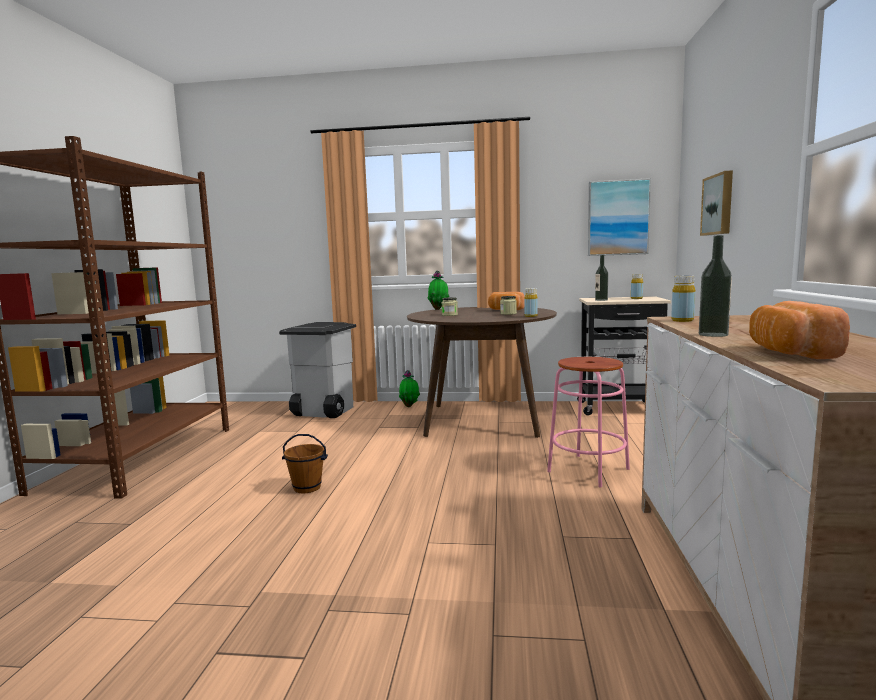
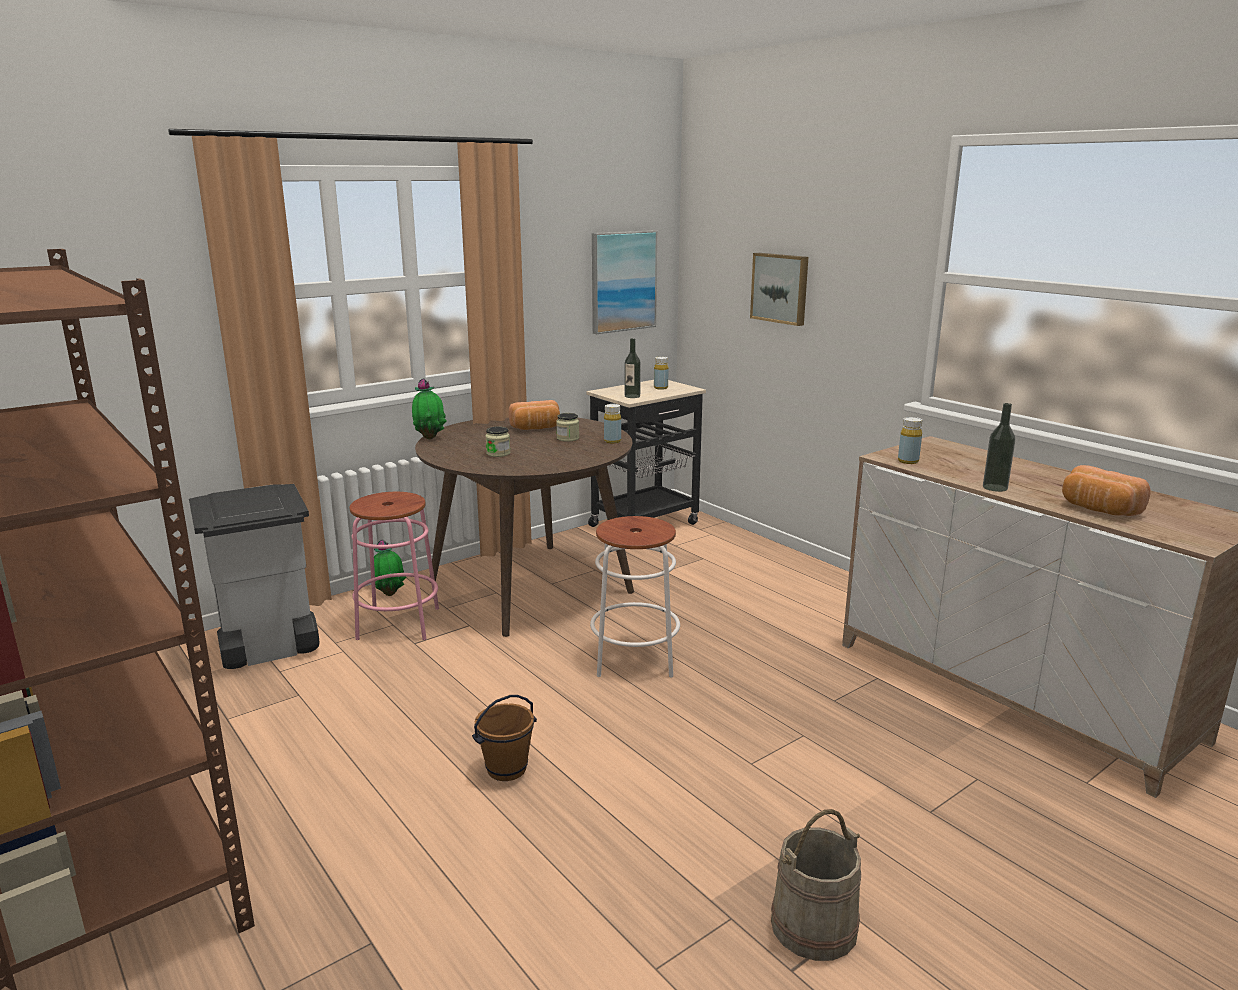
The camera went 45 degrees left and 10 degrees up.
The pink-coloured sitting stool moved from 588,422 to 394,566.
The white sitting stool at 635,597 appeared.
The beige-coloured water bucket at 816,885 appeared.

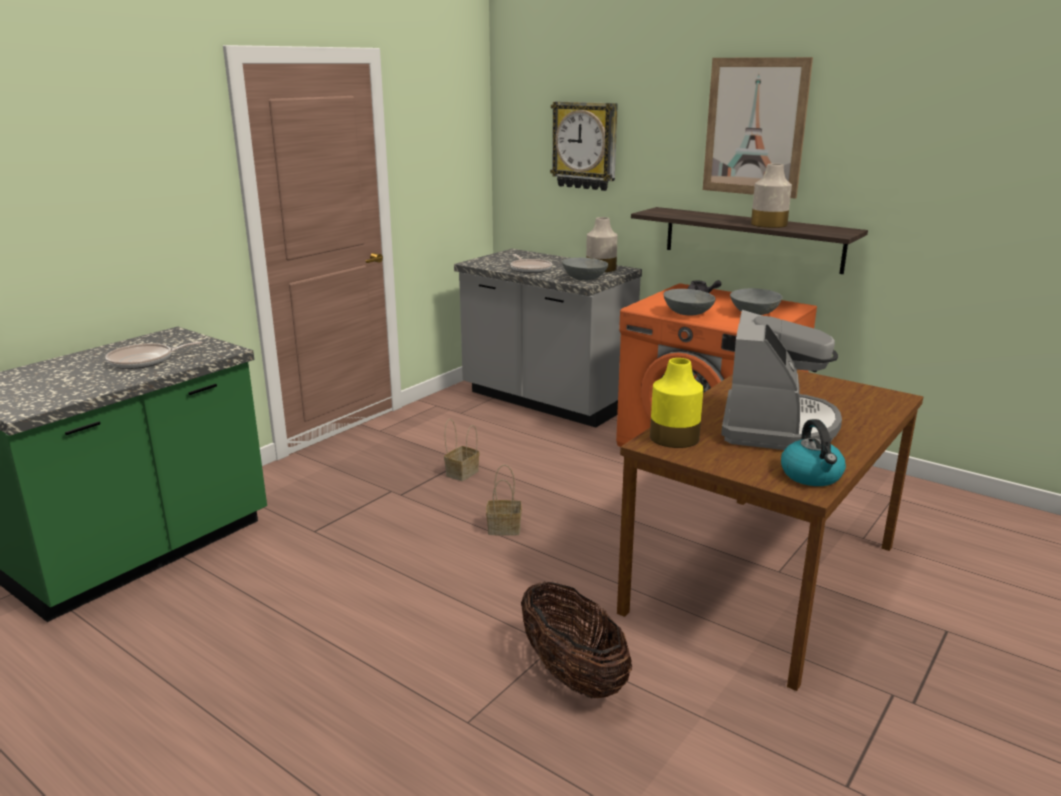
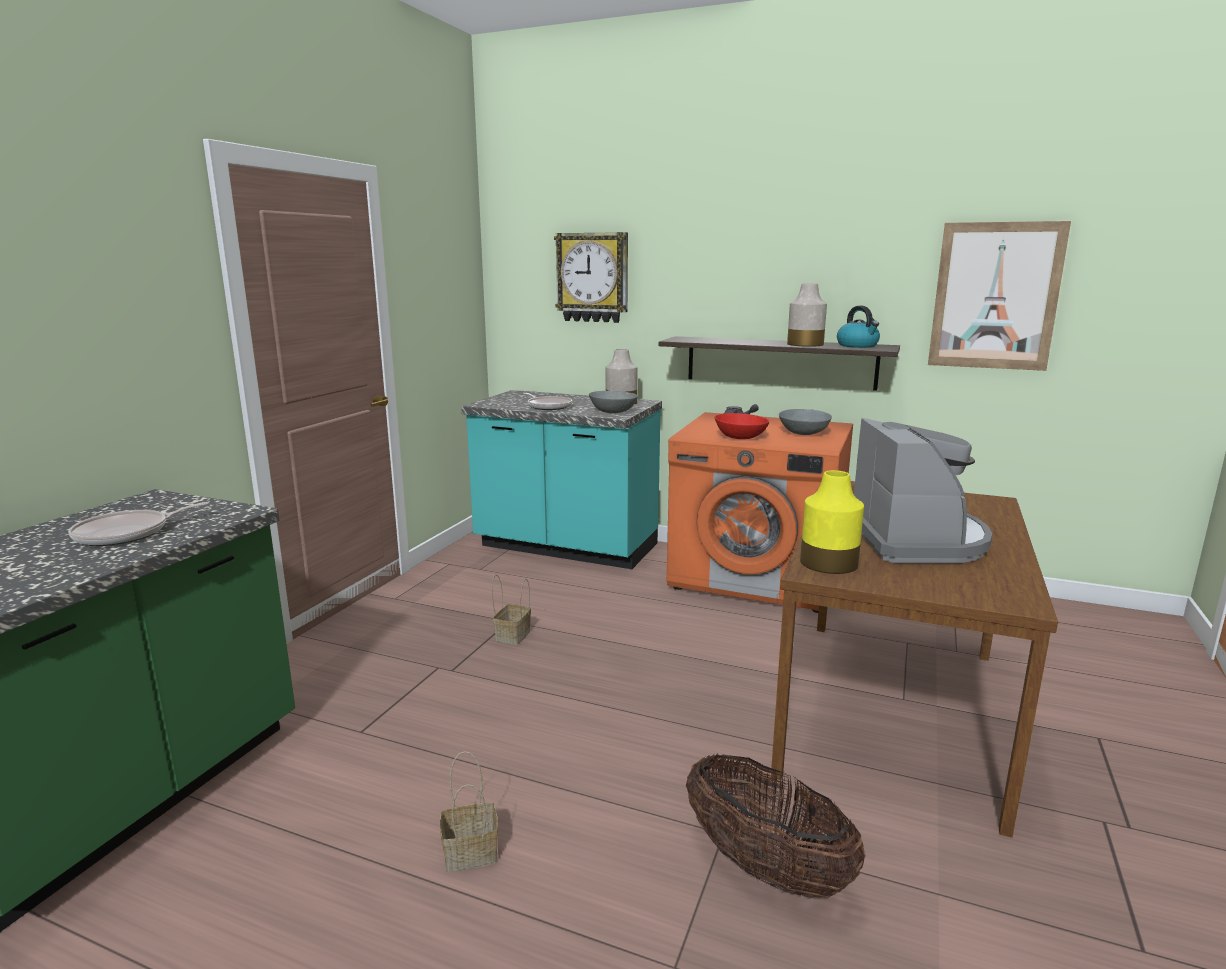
The camera went 15 degrees left and 5 degrees down.
The greyish kitchen base unit at 548,338 became the turquoise kitchen base unit at 561,479.
The household basket moved from 504,500 to 469,811.
The greyish serving bowl at 689,302 became the red serving bowl at 742,426.
The picture moved from 758,128 to 999,296.
The water kettle moved from 813,452 to 858,327.

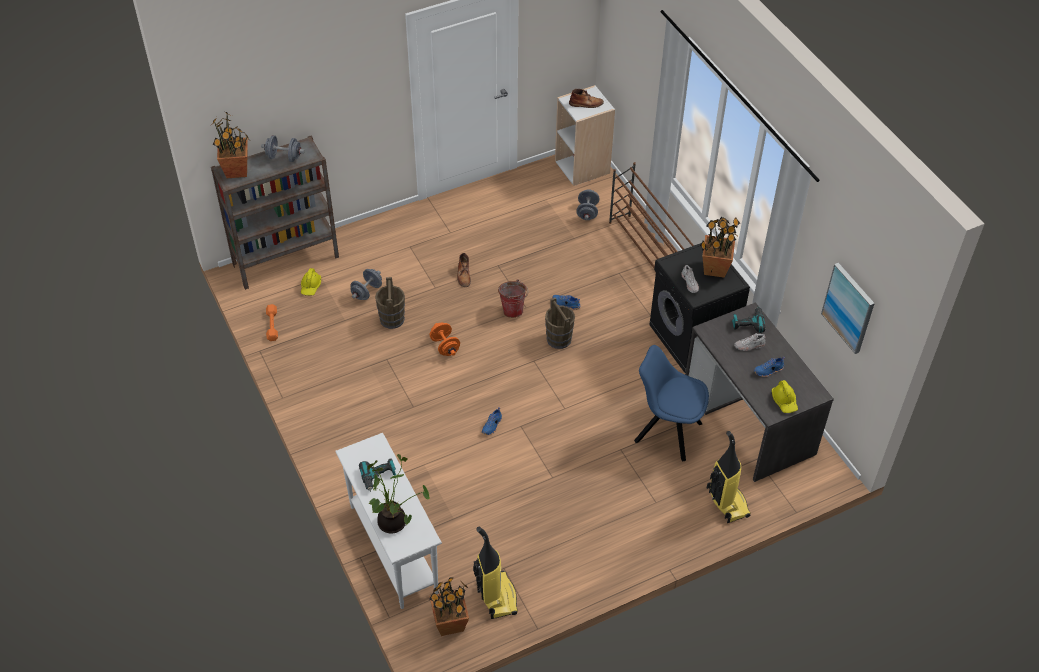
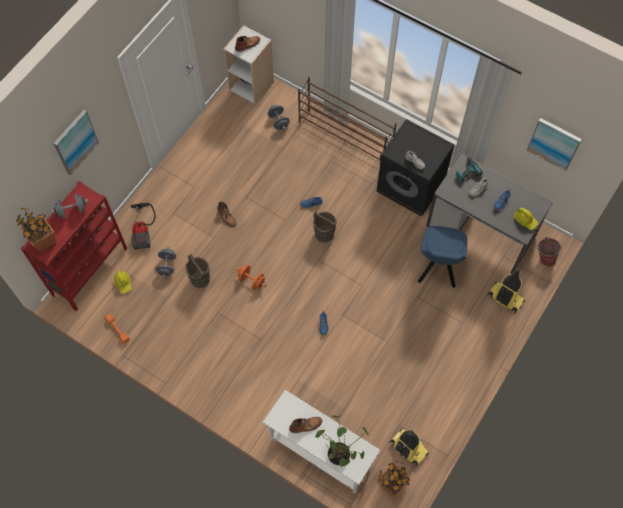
The camera went 30 degrees left and 15 degrees up.
The greyish bookshelf at 275,213 became the red bookshelf at 74,246.
The drill at 377,475 was replaced by the brown high-top boot at 305,425.
The water bucket moved from 513,299 to 550,252.
The blue-coloured upright chair at 671,403 turned 75 degrees counterclockwise.
The plant in a pot at 720,247 disappeared.
The picture at 76,142 appeared.
The vacuum at 143,226 appeared.

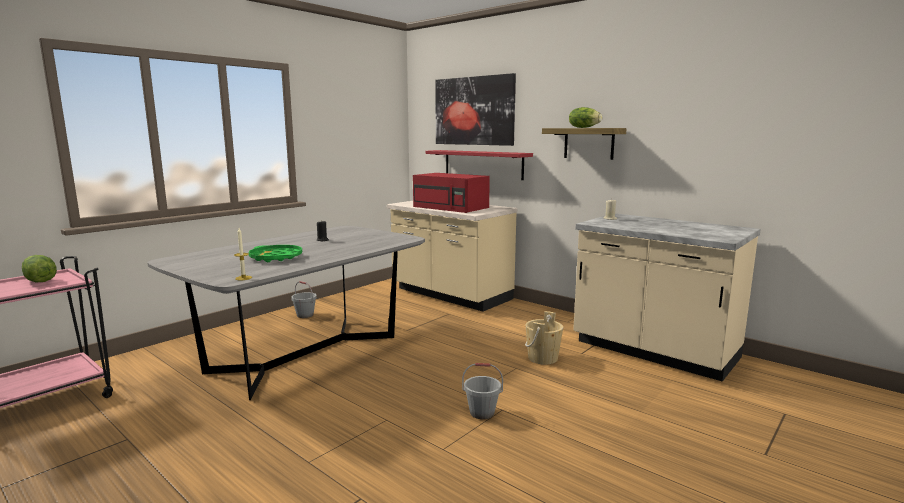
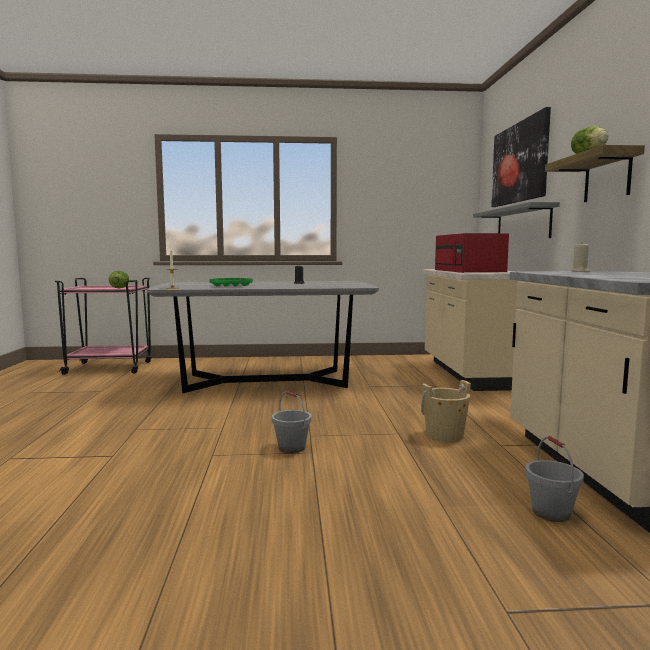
The camera went 45 degrees right and 5 degrees down.
The greyish water bucket moved from 304,299 to 554,479.
The red shelf at 479,165 became the greyish shelf at 516,220.

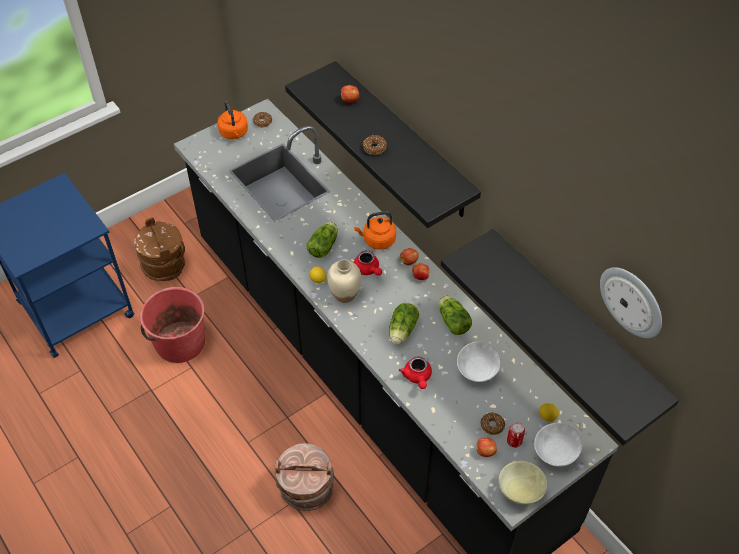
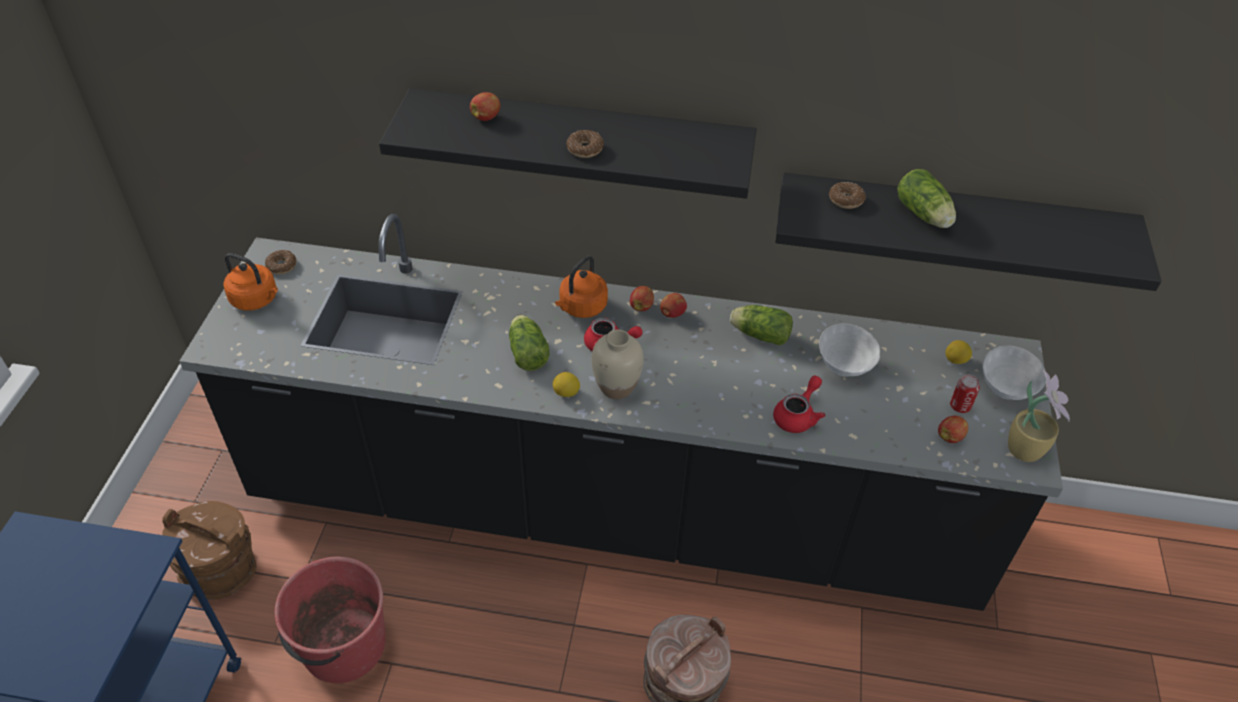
The camera went 45 degrees left and 5 degrees down.
The head of lettuce moved from 404,323 to 927,198.
The red pot for tea at 415,373 turned 90 degrees counterclockwise.
The doughnut moved from 492,424 to 847,195.
The beige-coloured serving bowl at 522,483 was replaced by the plant in a pot at 1039,416.
The wall clock at 631,302 disappeared.

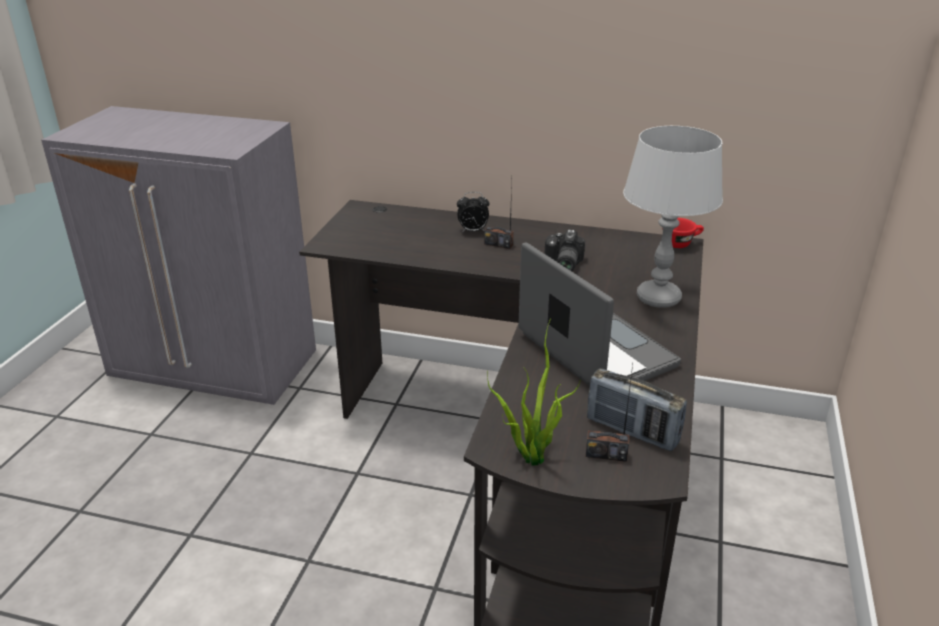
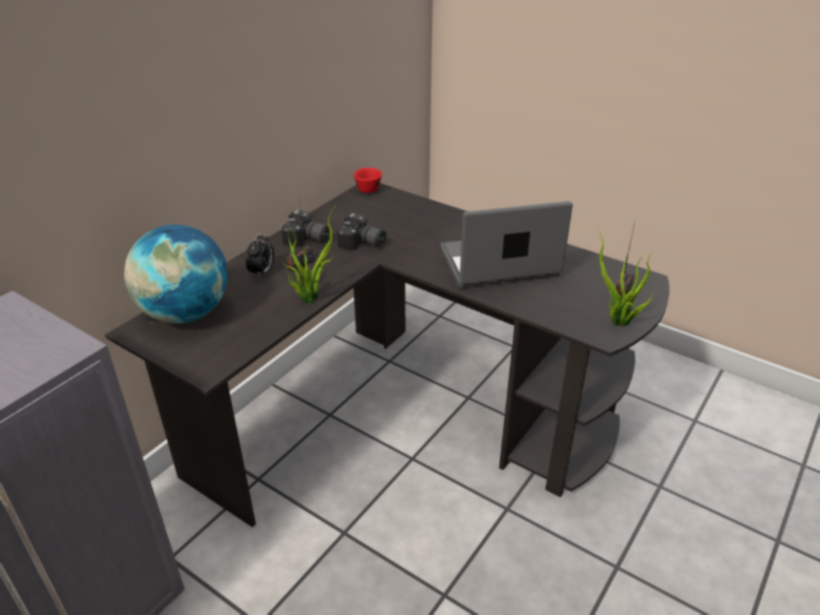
The camera went 70 degrees left and 5 degrees up.
The radio at 637,409 disappeared.
The greyish lamp for a table at 673,217 disappeared.
The desk globe at 176,274 appeared.
The plant in a pot at 309,254 appeared.
The photo camera at 306,228 appeared.

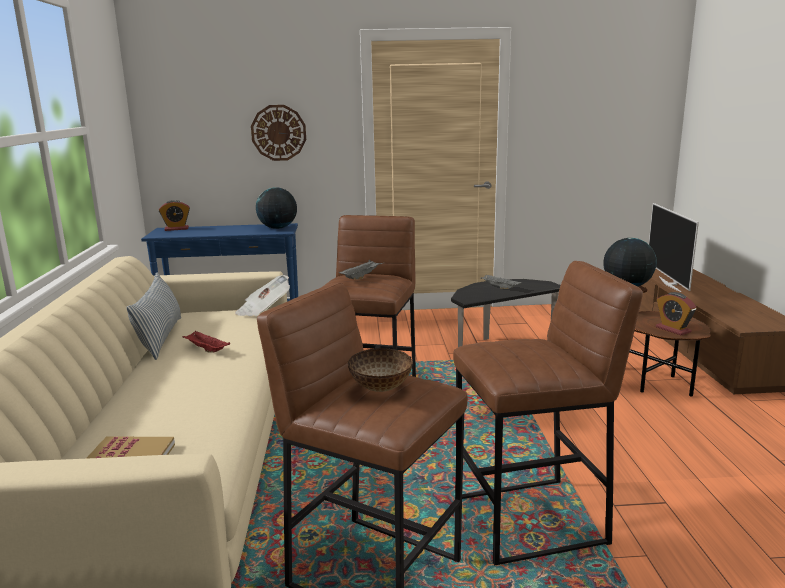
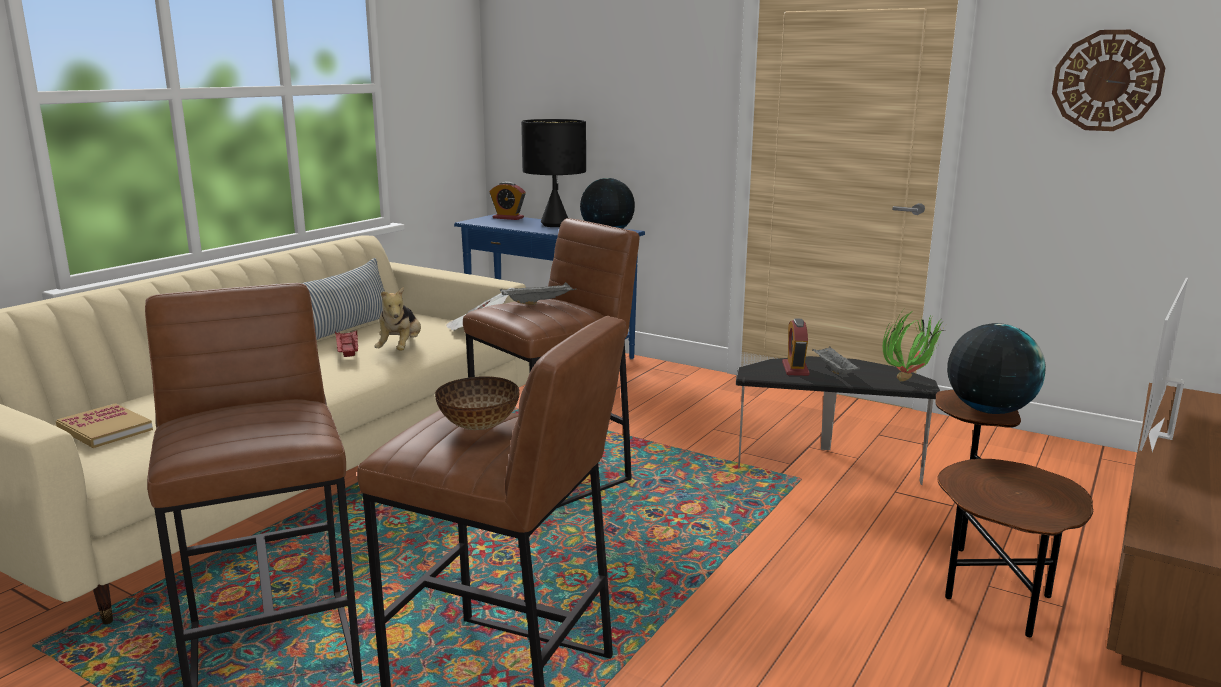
The camera went 35 degrees right and 0 degrees up.
The wall clock moved from 278,133 to 1108,80.
The serving bowl moved from 380,370 to 477,403.
The table clock moved from 676,313 to 796,347.
The soft toy at 398,319 appeared.
The black lamp for a table at 553,173 appeared.
The plant in a pot at 915,346 appeared.

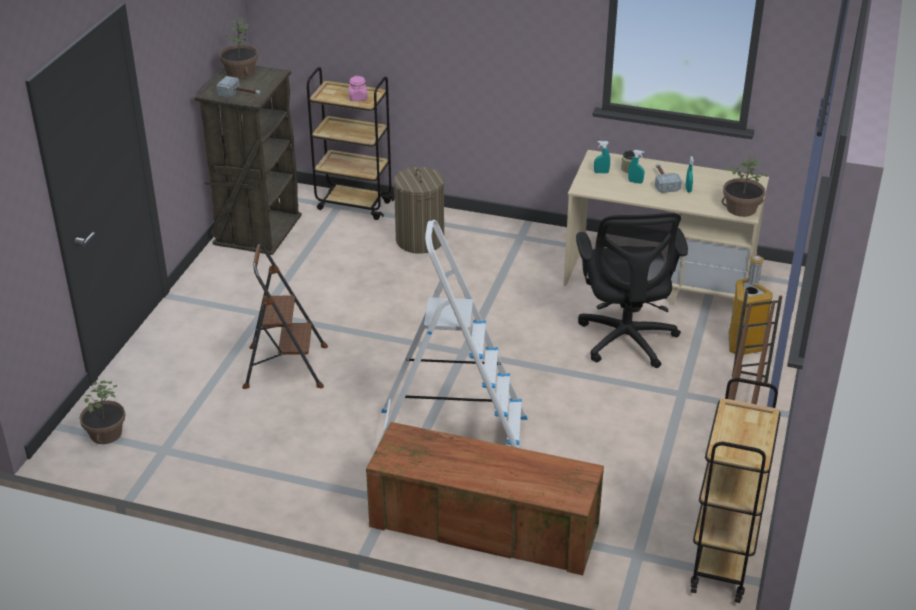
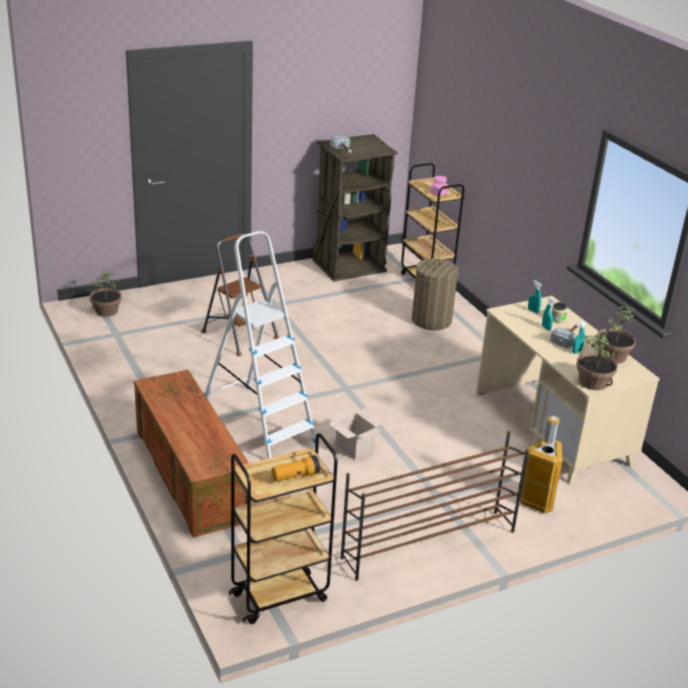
The camera went 45 degrees right and 5 degrees down.
The plant in a pot moved from 238,48 to 616,335.
The black office chair at 632,290 disappeared.
The torch at 296,468 appeared.
The carton at 356,433 appeared.

